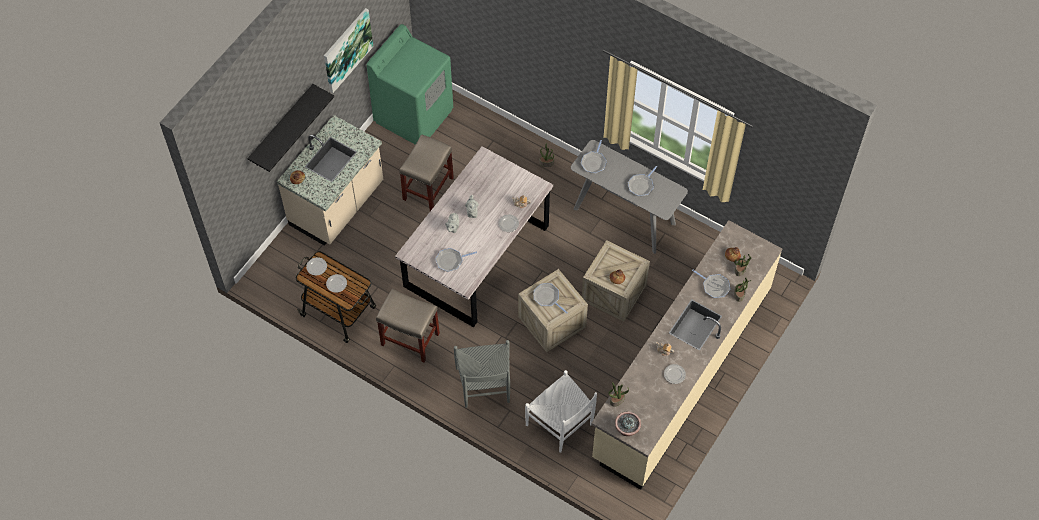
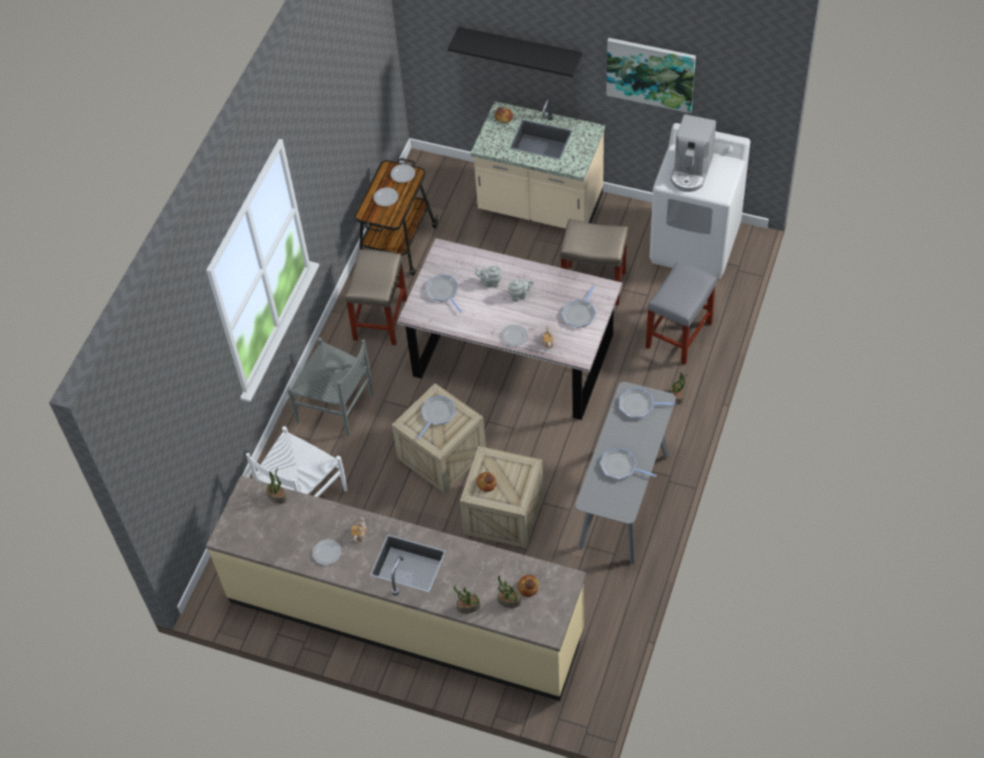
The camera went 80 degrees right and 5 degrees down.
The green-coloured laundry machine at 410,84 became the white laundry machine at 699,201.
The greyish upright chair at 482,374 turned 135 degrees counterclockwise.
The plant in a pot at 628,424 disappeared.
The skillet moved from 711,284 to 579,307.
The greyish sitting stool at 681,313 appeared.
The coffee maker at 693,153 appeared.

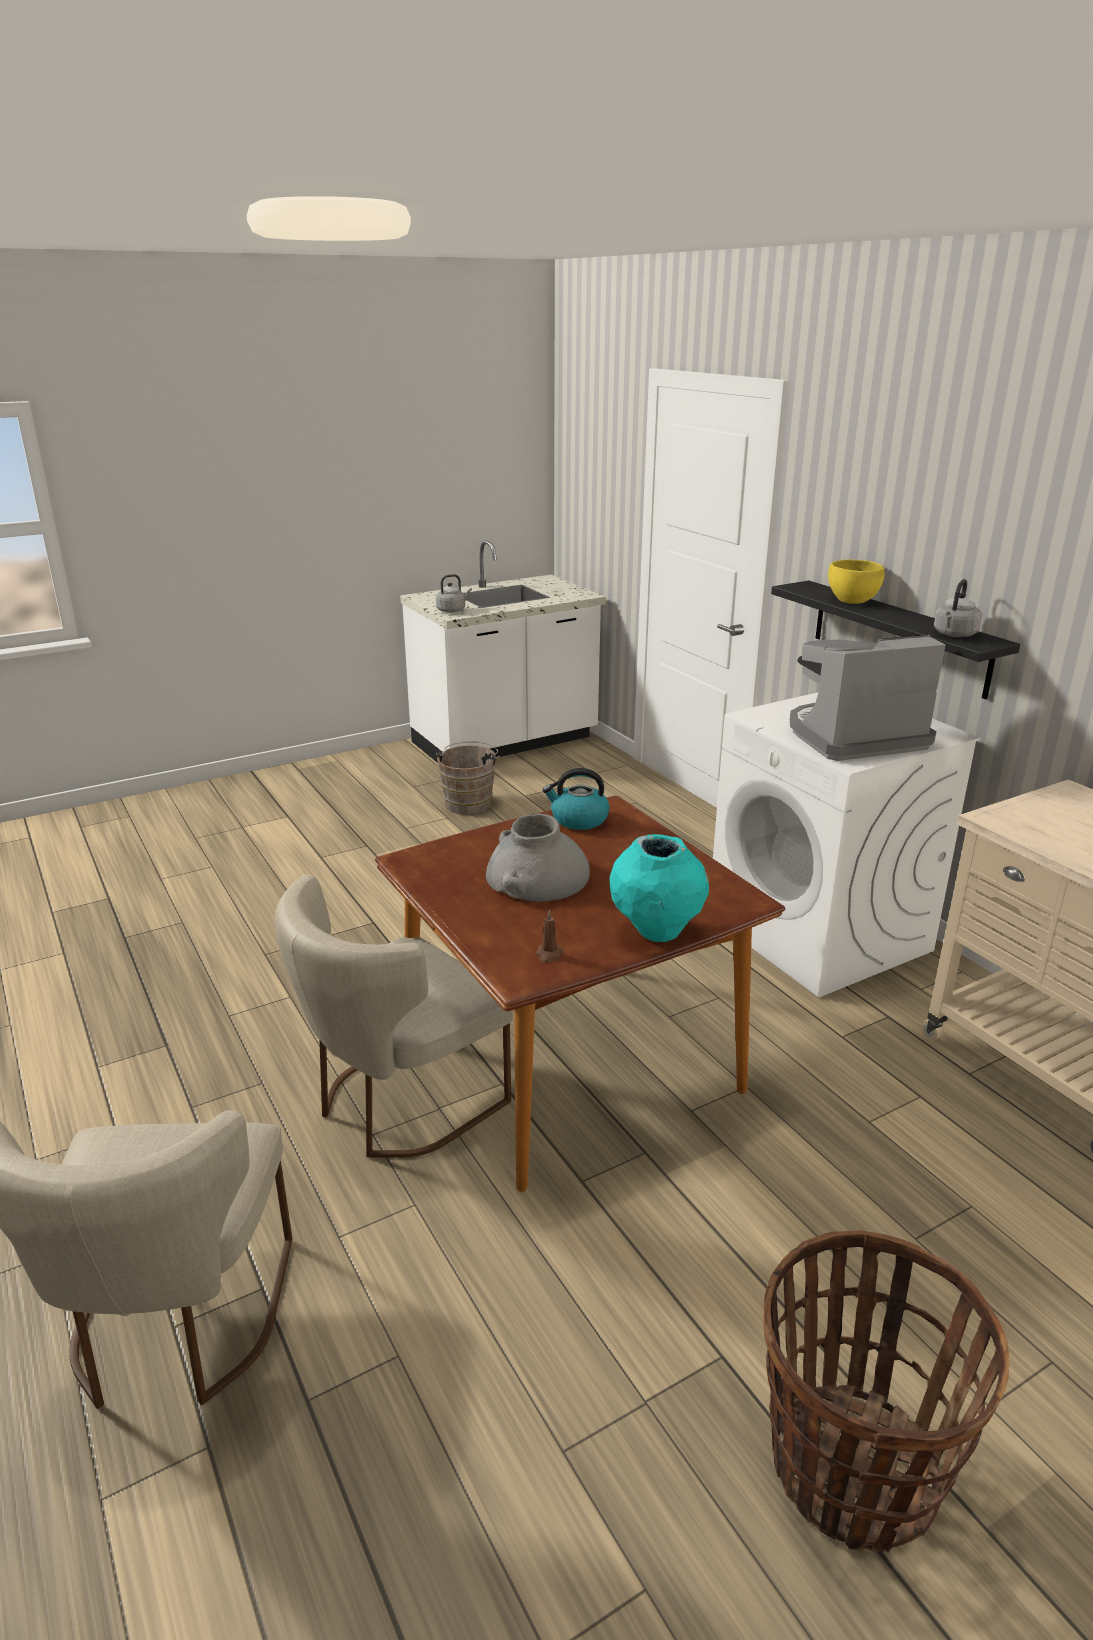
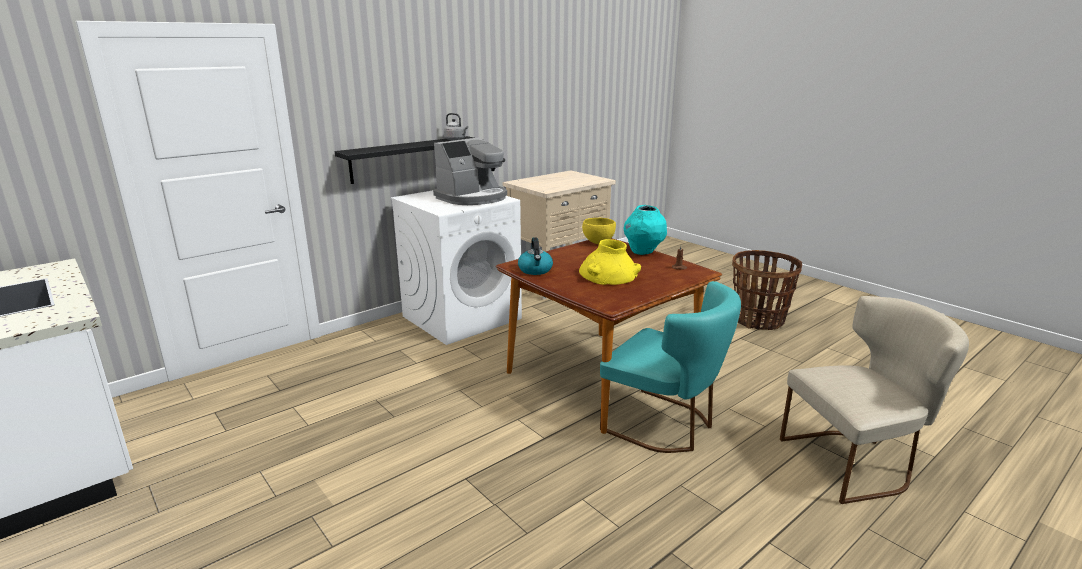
The camera went 100 degrees left and 5 degrees down.
The beige-coloured upright chair at 394,1016 became the turquoise upright chair at 670,367.
The greyish water kettle at 454,593 disappeared.
The brown water bucket at 468,778 disappeared.
The greyish vase at 538,858 became the yellow-coloured vase at 610,262.
The coffee maker at 868,697 turned 105 degrees counterclockwise.
The yellow-coloured serving bowl moved from 856,582 to 599,231.

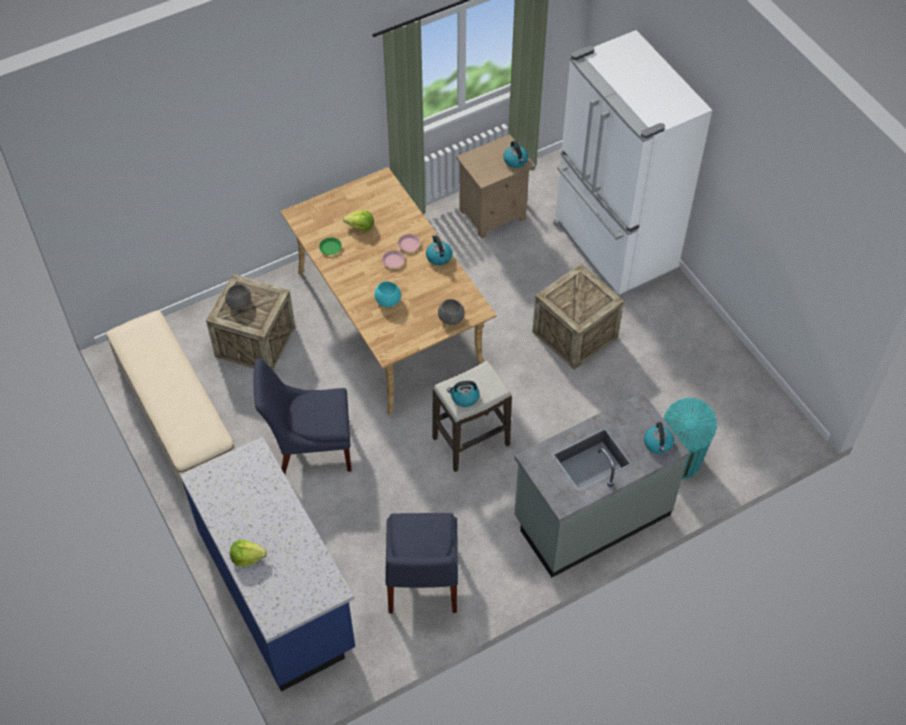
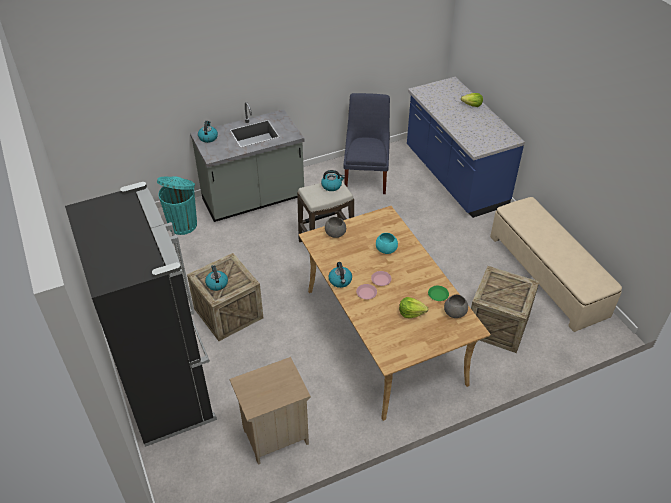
The camera went 175 degrees left and 10 degrees down.
The greyish serving bowl moved from 238,296 to 456,306.
The blue-coloured upright chair at 302,416 disappeared.
The water kettle moved from 515,154 to 216,278.
The white kitchen fridge at 632,163 became the black kitchen fridge at 141,314.

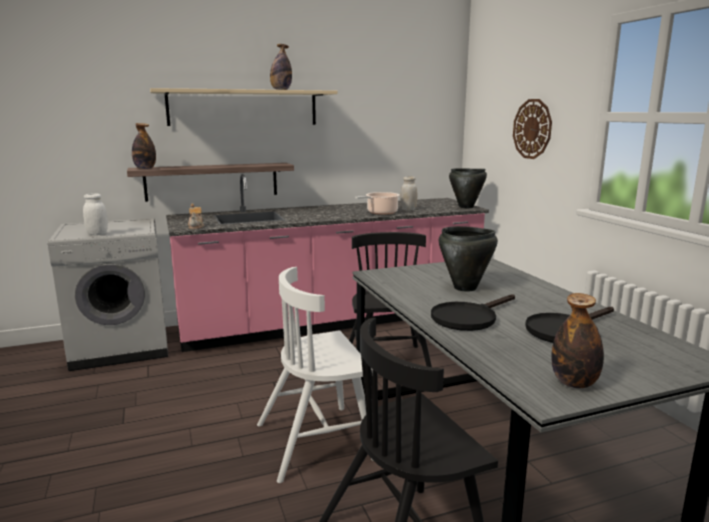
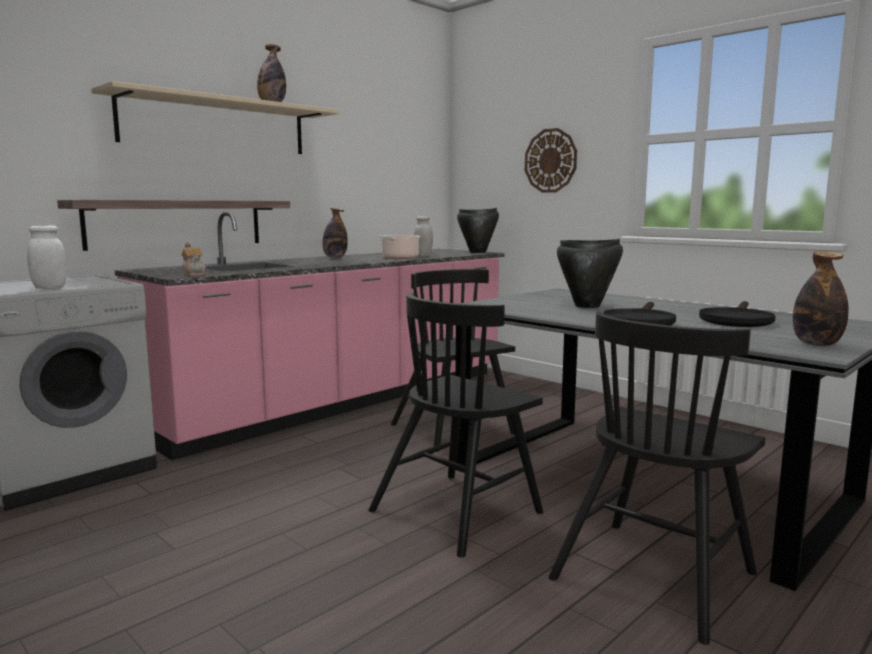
The camera went 25 degrees left and 5 degrees down.
The drink bottle moved from 144,146 to 335,233.
The white upright chair at 315,375 became the black upright chair at 455,425.

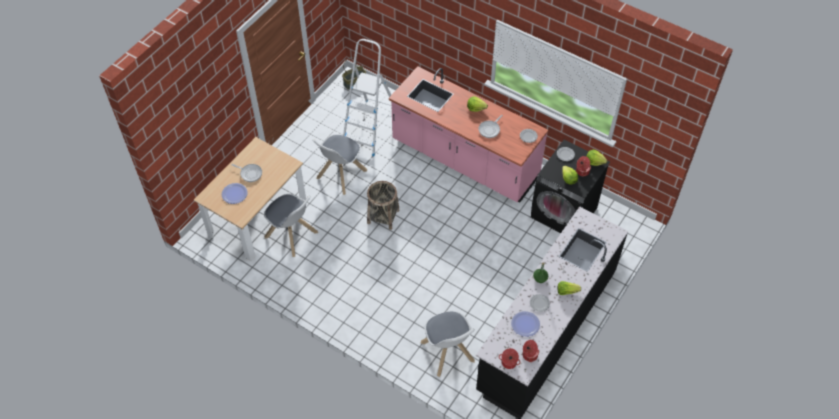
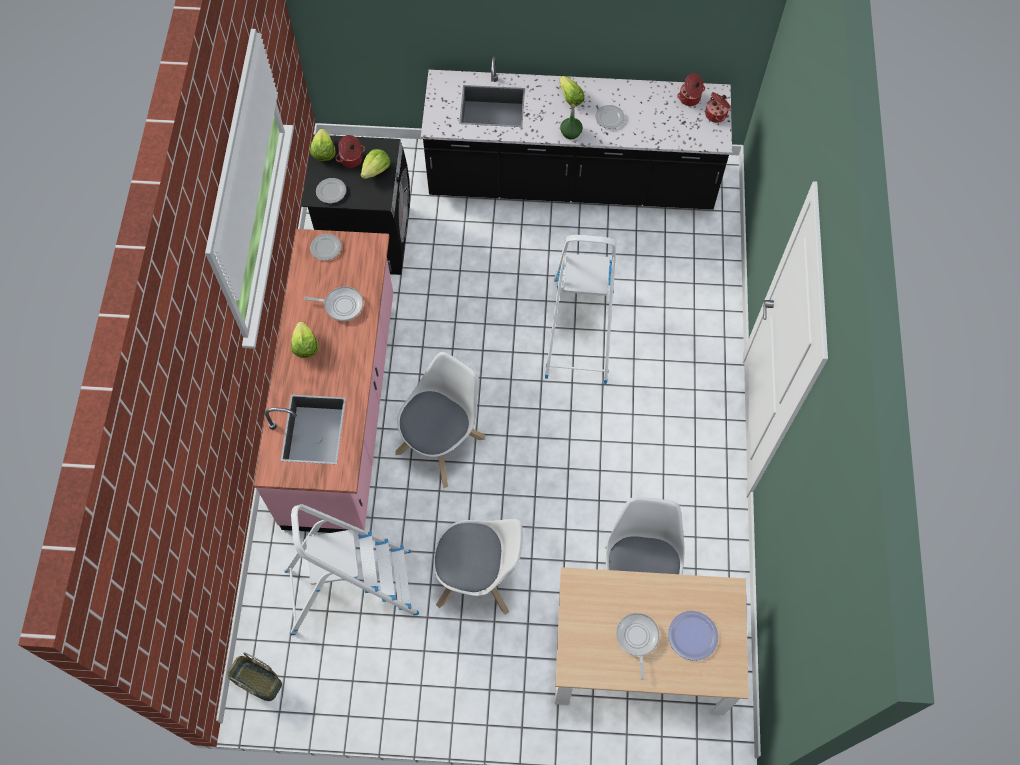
The camera went 120 degrees left and 10 degrees up.
The household basket at 383,205 disappeared.
The upright chair moved from 448,344 to 440,420.
The flat dish at 525,324 disappeared.
The white step ladder at 580,309 appeared.

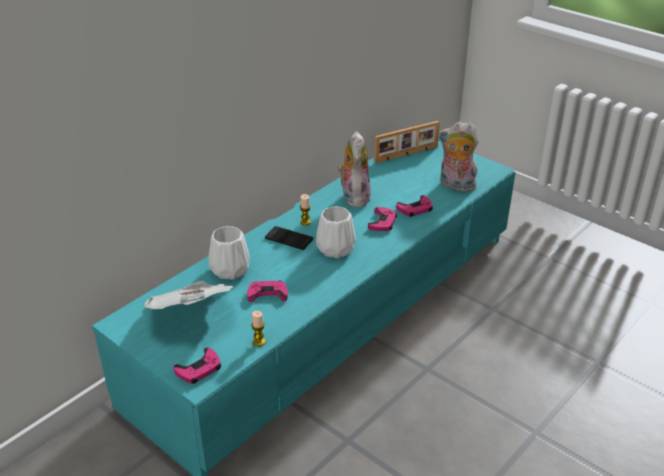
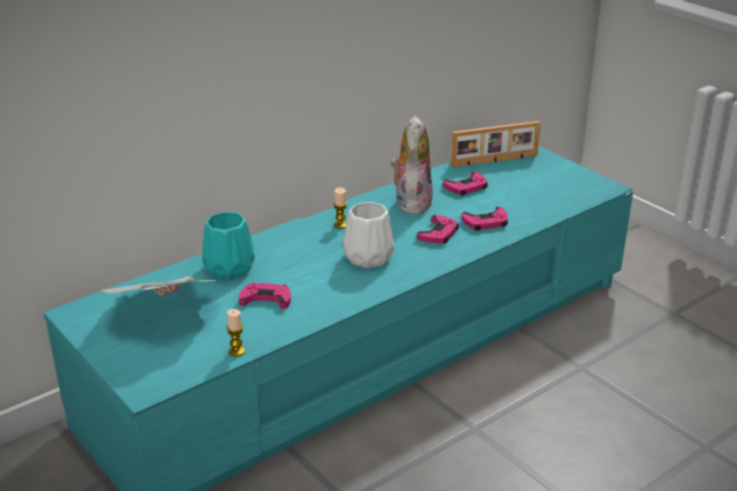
The camera went 10 degrees right and 5 degrees down.
The pink-coloured joypad moved from 197,365 to 465,183.
The white vase at 229,252 became the turquoise vase at 228,245.
The telephone at 289,238 disappeared.
The soft toy at 458,156 disappeared.

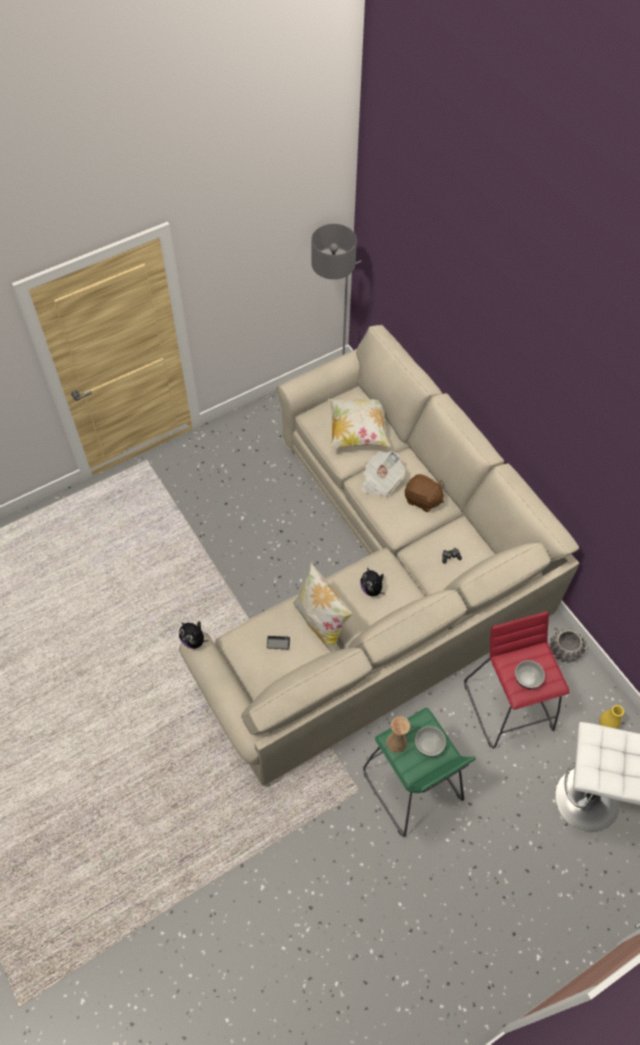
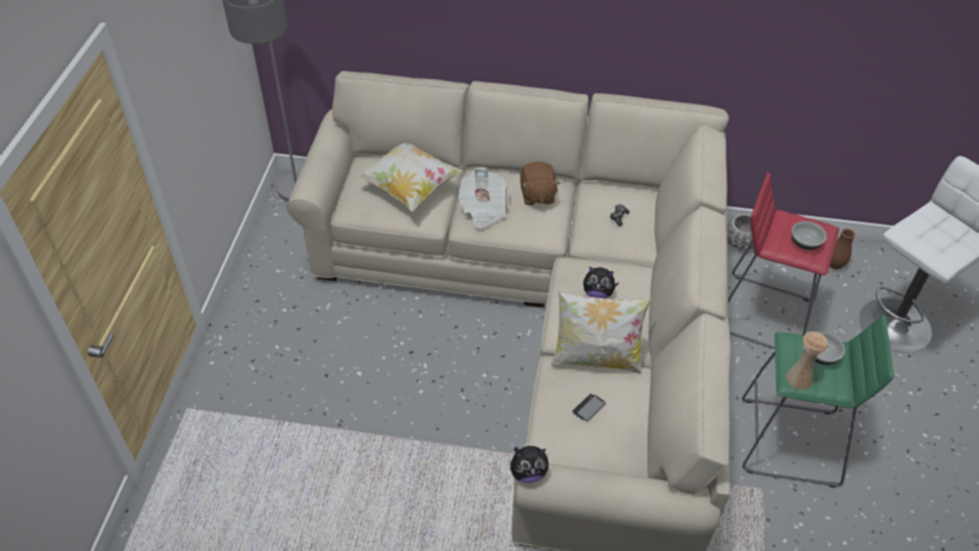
The camera went 50 degrees left and 10 degrees down.
The brown soft toy at 424,493 turned 105 degrees clockwise.
The yellow-coloured vase at 611,717 became the brown vase at 842,249.

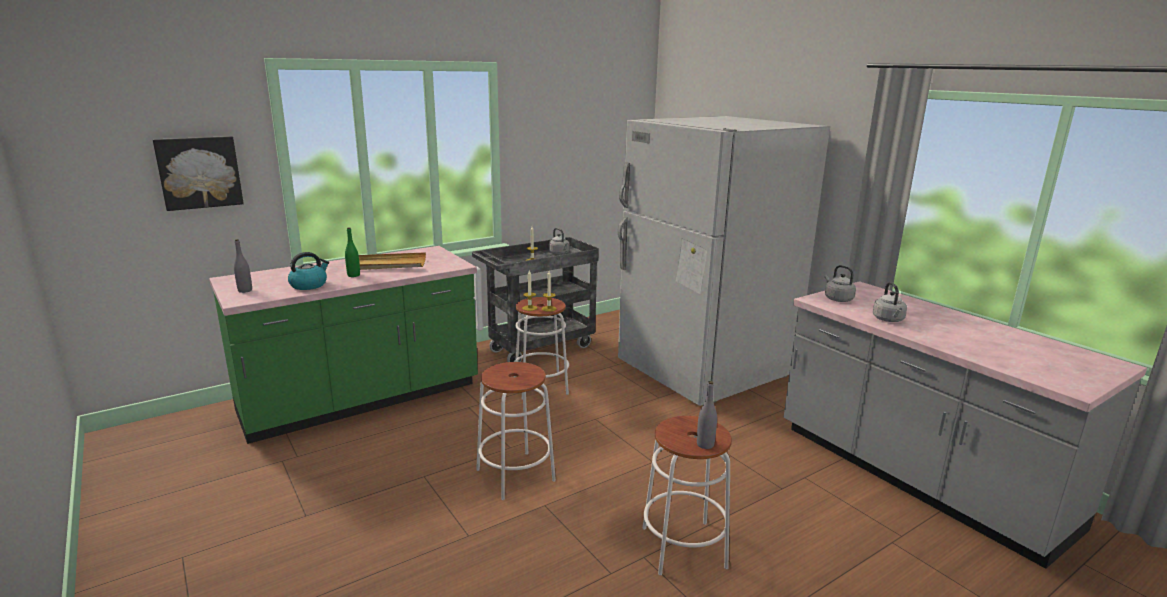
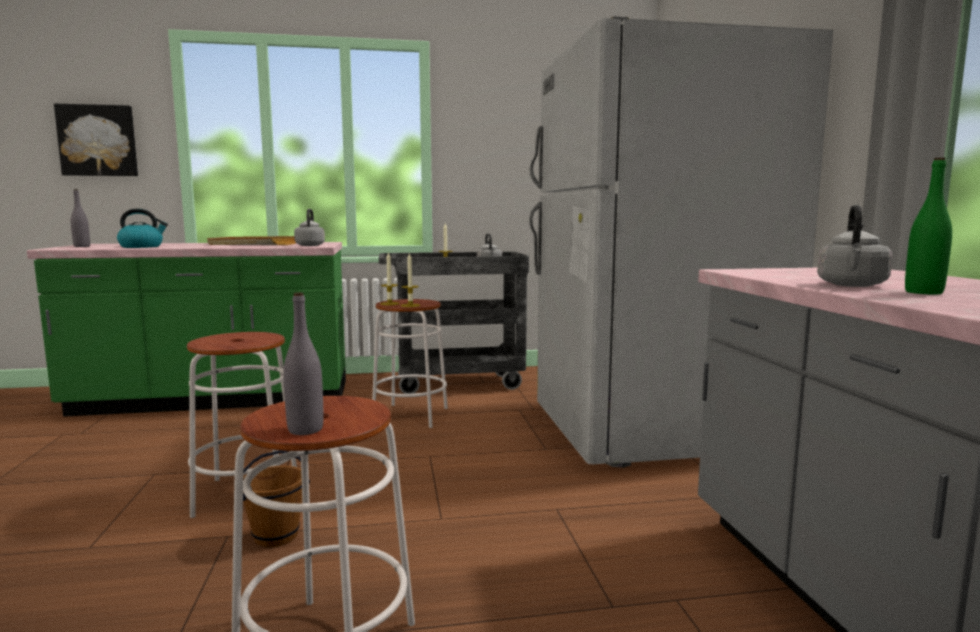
The camera went 25 degrees right and 10 degrees down.
The green-coloured drink bottle moved from 352,252 to 928,226.
The greyish water kettle moved from 840,283 to 309,227.
The brown water bucket at 276,498 appeared.

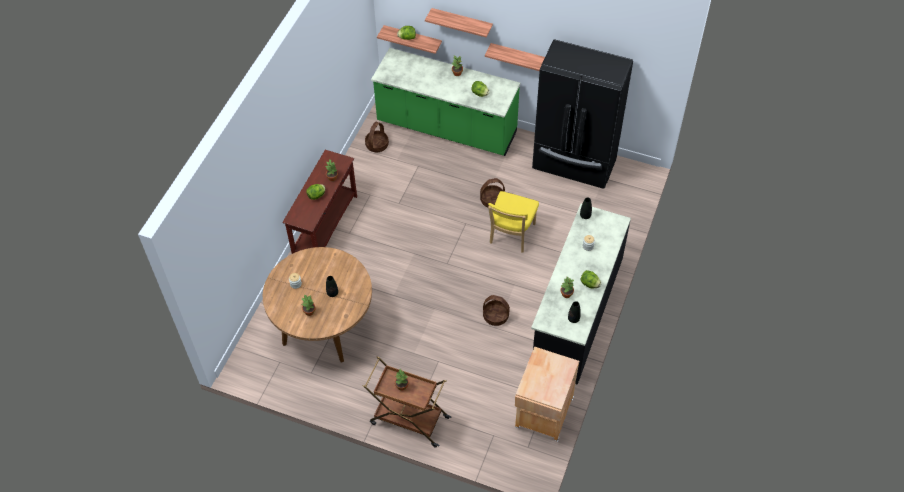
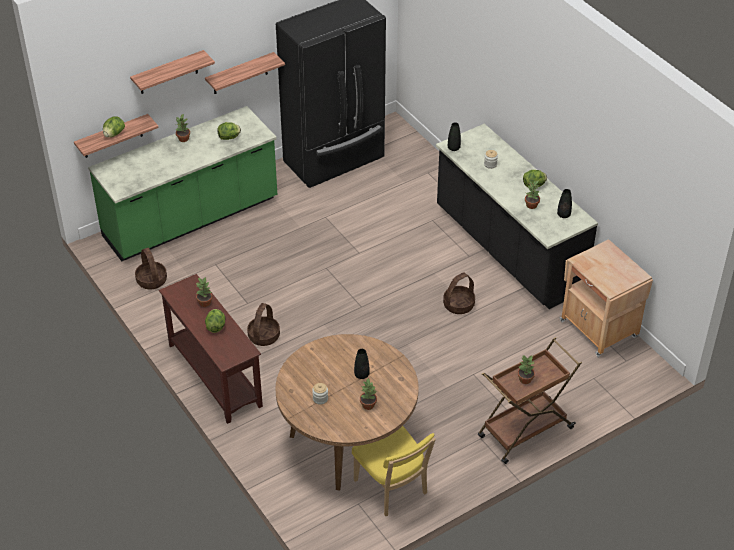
The camera went 55 degrees left and 10 degrees down.
The household basket moved from 492,192 to 263,324.
The yellow-coloured upright chair moved from 513,222 to 394,471.

